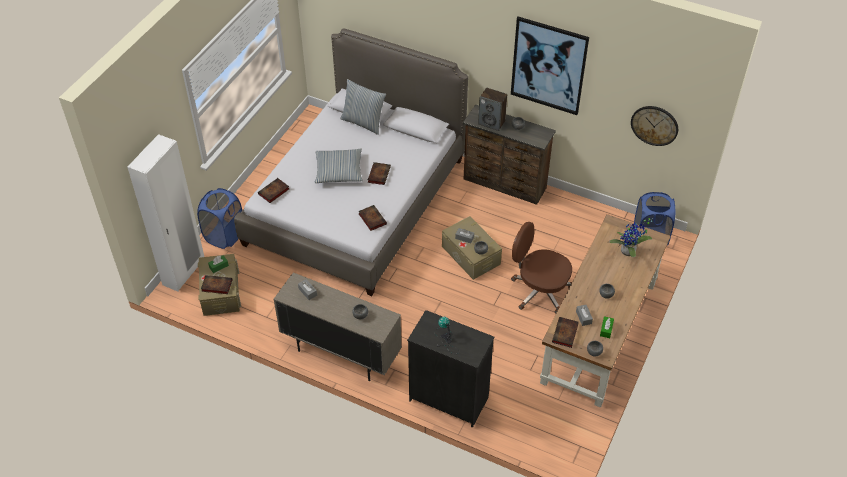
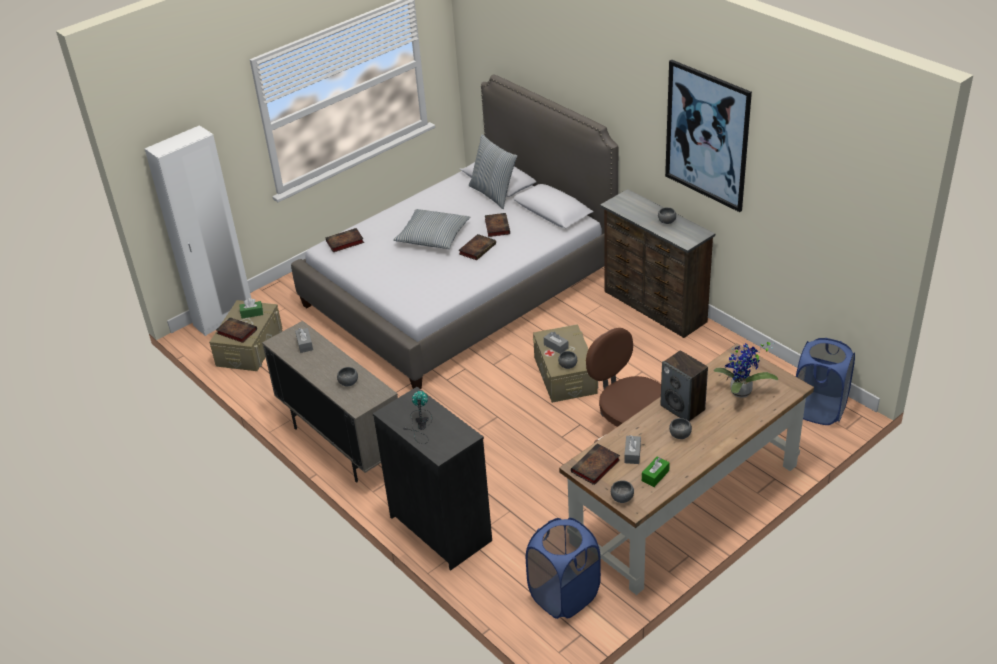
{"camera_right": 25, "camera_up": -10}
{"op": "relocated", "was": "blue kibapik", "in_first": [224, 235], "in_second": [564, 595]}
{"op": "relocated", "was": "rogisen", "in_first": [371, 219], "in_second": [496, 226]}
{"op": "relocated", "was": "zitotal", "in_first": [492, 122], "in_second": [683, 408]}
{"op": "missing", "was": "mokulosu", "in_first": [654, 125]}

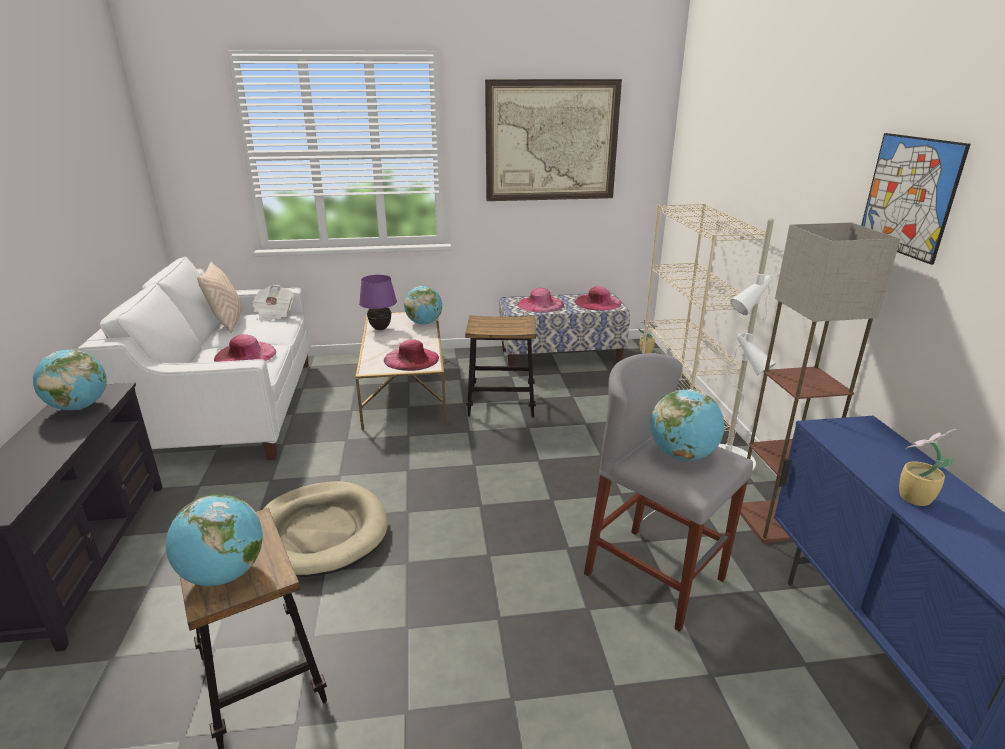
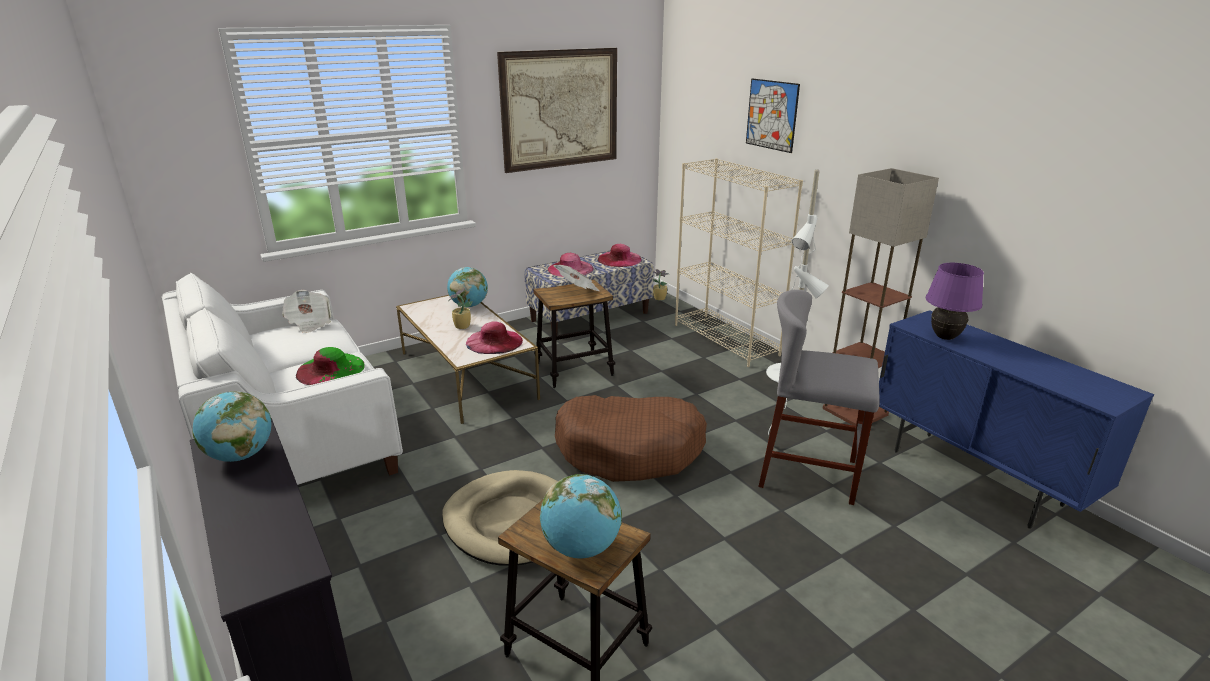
{"camera_right": -25, "camera_up": 0}
{"op": "missing", "was": "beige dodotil", "in_first": [228, 323]}
{"op": "colour", "was": "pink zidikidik", "now": "green zidikidik", "in_first": [245, 355], "in_second": [330, 370]}
{"op": "relocated", "was": "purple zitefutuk", "in_first": [380, 329], "in_second": [944, 337]}
{"op": "missing", "was": "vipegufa", "in_first": [682, 455]}
{"op": "relocated", "was": "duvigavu", "in_first": [909, 196], "in_second": [772, 115]}
{"op": "relocated", "was": "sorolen", "in_first": [913, 498], "in_second": [461, 326]}
{"op": "appeared", "now": "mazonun", "in_second": [577, 289]}
{"op": "appeared", "now": "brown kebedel", "in_second": [630, 450]}

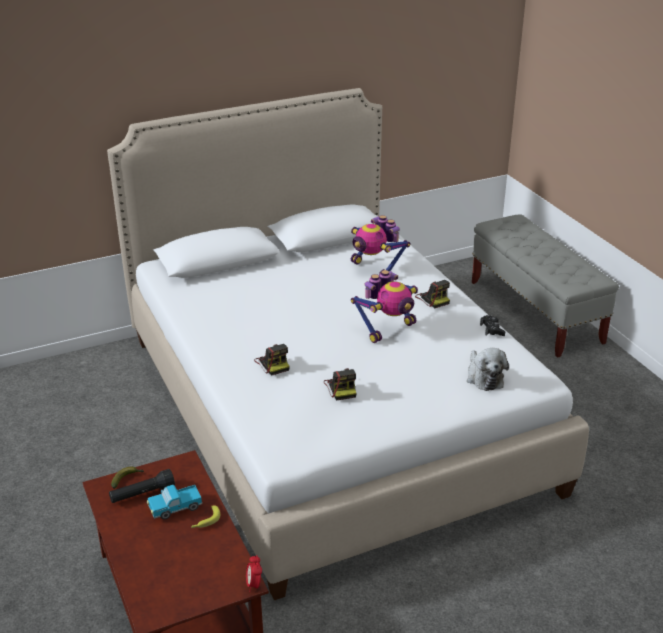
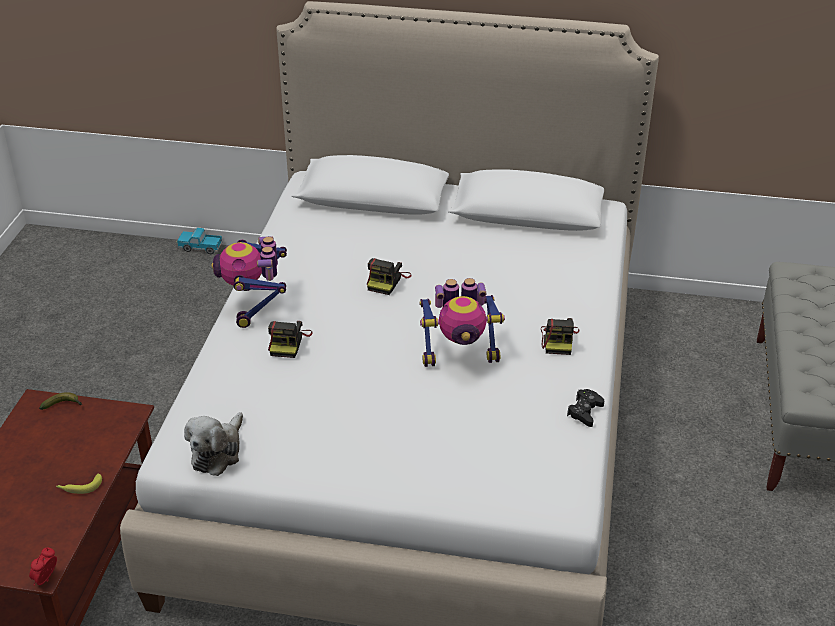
{"camera_right": 35, "camera_up": 5}
{"op": "missing", "was": "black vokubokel", "in_first": [142, 494]}
{"op": "relocated", "was": "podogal", "in_first": [175, 508], "in_second": [200, 248]}
{"op": "relocated", "was": "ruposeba", "in_first": [341, 388], "in_second": [387, 281]}
{"op": "relocated", "was": "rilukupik", "in_first": [375, 268], "in_second": [255, 306]}
{"op": "relocated", "was": "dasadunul", "in_first": [484, 377], "in_second": [218, 452]}

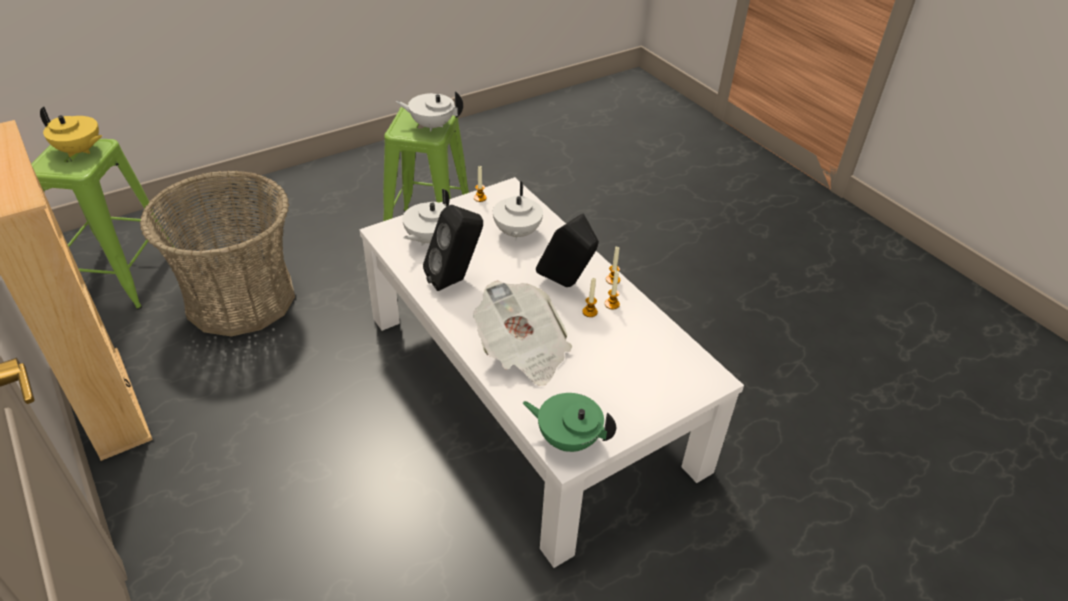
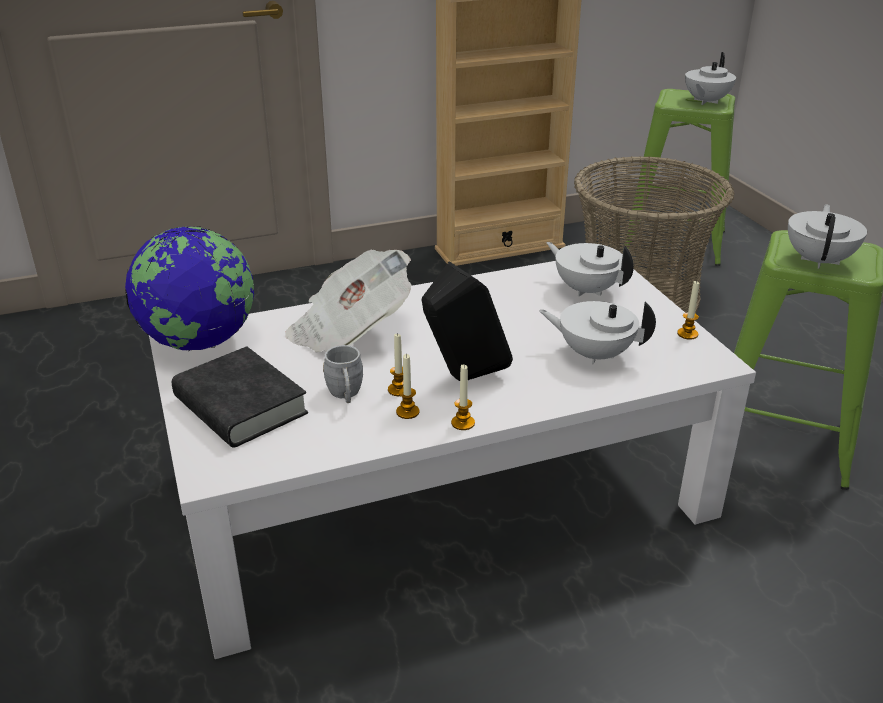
{"camera_right": 105, "camera_up": -10}
{"op": "colour", "was": "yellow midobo", "now": "white midobo", "in_first": [79, 151], "in_second": [705, 101]}
{"op": "missing", "was": "black zitotal", "in_first": [455, 280]}
{"op": "exchanged", "was": "green midobo", "now": "vipegufa", "in_first": [567, 438], "in_second": [200, 341]}
{"op": "appeared", "now": "black rogisen", "in_second": [240, 406]}
{"op": "appeared", "now": "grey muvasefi", "in_second": [345, 395]}

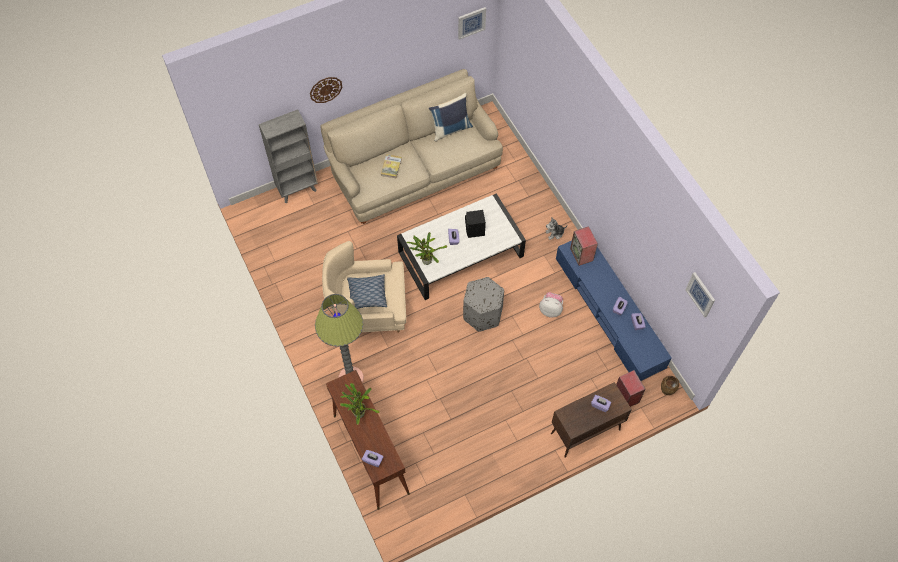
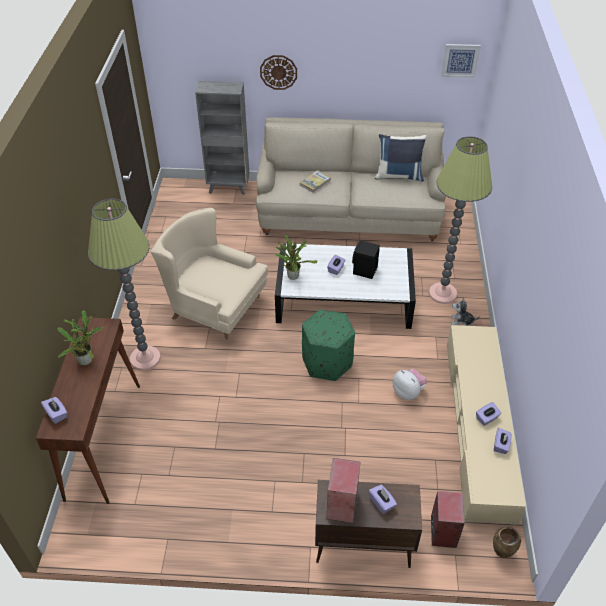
{"camera_right": 30, "camera_up": -15}
{"op": "missing", "was": "dodotil", "in_first": [367, 295]}
{"op": "colour", "was": "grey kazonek", "now": "green kazonek", "in_first": [482, 314], "in_second": [326, 362]}
{"op": "colour", "was": "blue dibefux", "now": "beige dibefux", "in_first": [609, 312], "in_second": [478, 427]}
{"op": "relocated", "was": "zitotal", "in_first": [582, 255], "in_second": [342, 505]}
{"op": "missing", "was": "duvigavu", "in_first": [701, 294]}
{"op": "appeared", "now": "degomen", "in_second": [442, 294]}

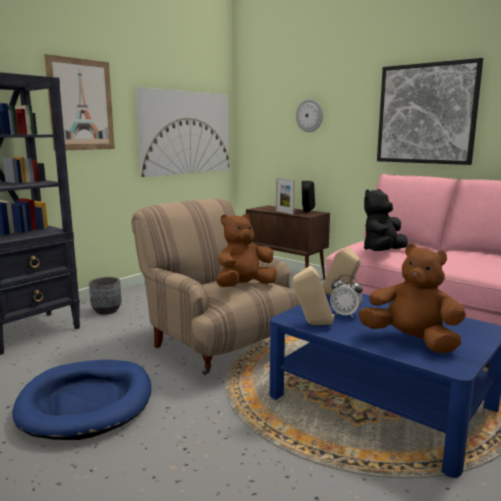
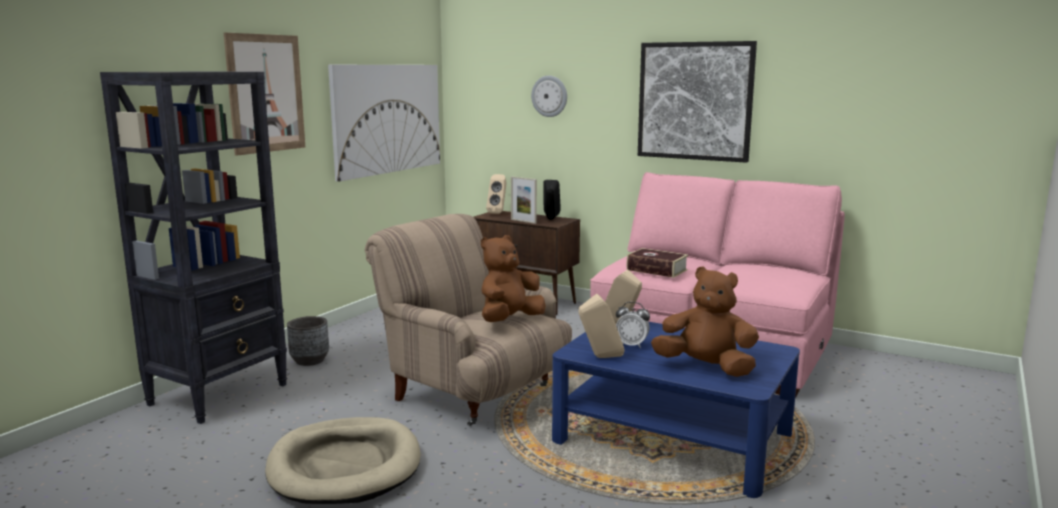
{"camera_right": -10, "camera_up": 0}
{"op": "colour", "was": "blue kebedel", "now": "beige kebedel", "in_first": [86, 402], "in_second": [345, 466]}
{"op": "exchanged", "was": "black dasadunul", "now": "rogisen", "in_first": [382, 252], "in_second": [656, 270]}
{"op": "appeared", "now": "beige zitotal", "in_second": [498, 213]}

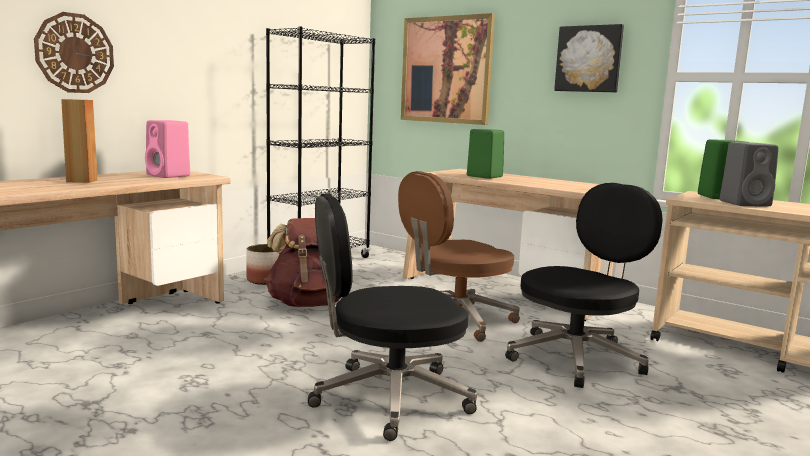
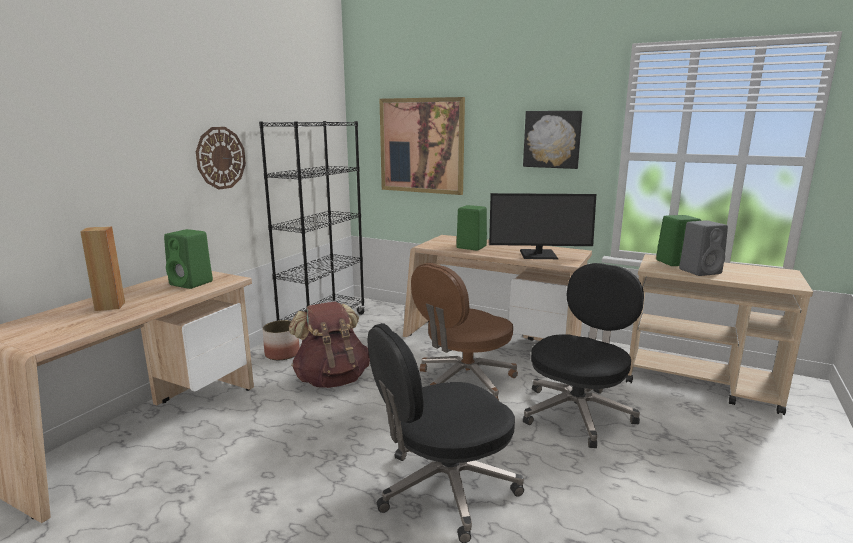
{"camera_right": -10, "camera_up": 5}
{"op": "relocated", "was": "mokulosu", "in_first": [75, 53], "in_second": [220, 158]}
{"op": "colour", "was": "pink zitotal", "now": "green zitotal", "in_first": [169, 175], "in_second": [192, 283]}
{"op": "appeared", "now": "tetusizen", "in_second": [538, 255]}

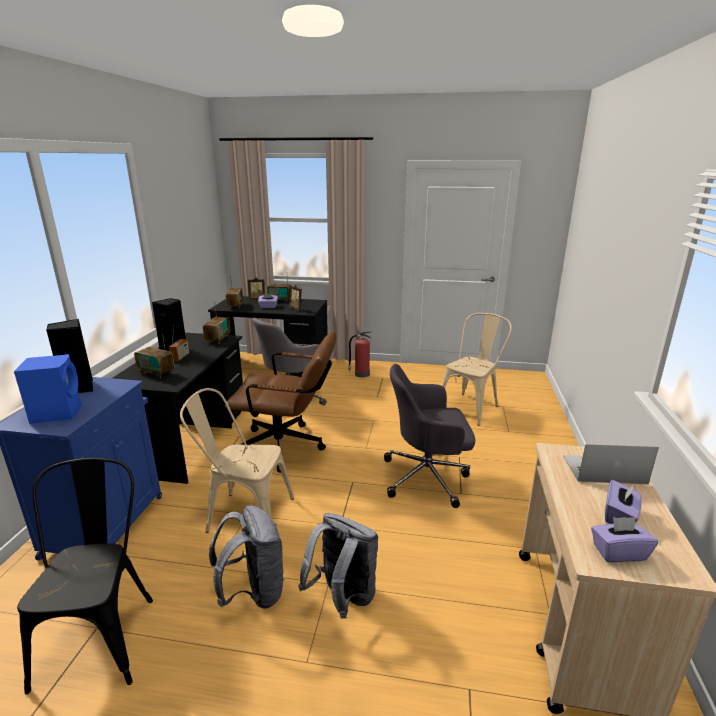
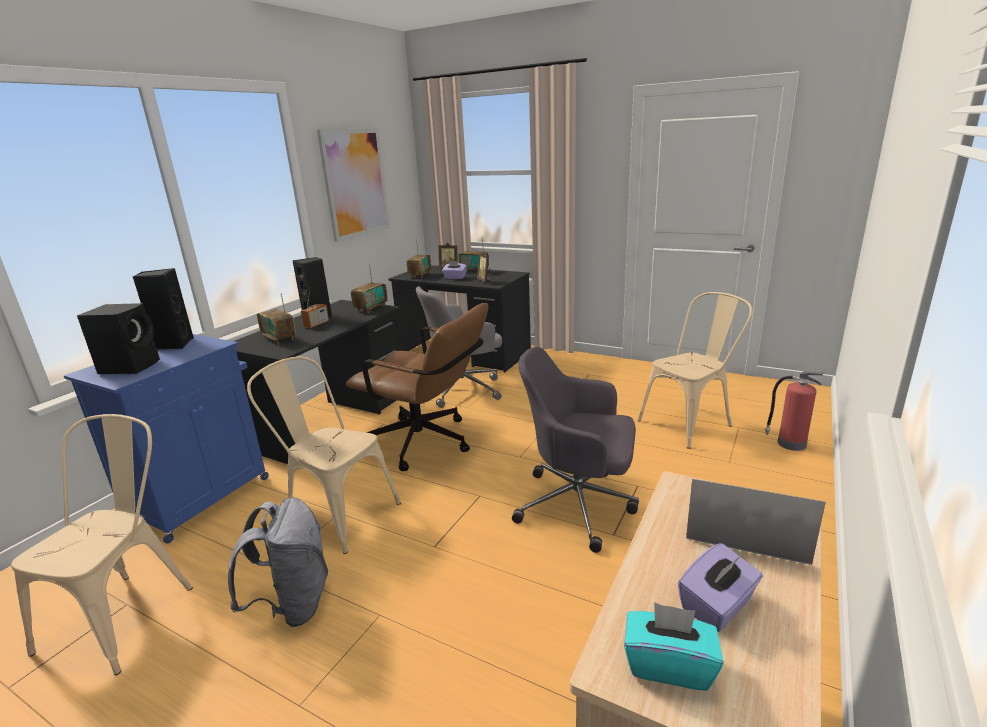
{"camera_right": 20, "camera_up": 0}
{"op": "colour", "was": "blue zitotal", "now": "black zitotal", "in_first": [57, 413], "in_second": [131, 366]}
{"op": "colour", "was": "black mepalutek", "now": "beige mepalutek", "in_first": [102, 633], "in_second": [128, 611]}
{"op": "missing", "was": "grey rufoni", "in_first": [343, 598]}
{"op": "relocated", "was": "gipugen", "in_first": [361, 374], "in_second": [789, 443]}
{"op": "colour", "was": "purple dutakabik", "now": "turquoise dutakabik", "in_first": [618, 552], "in_second": [669, 665]}
{"op": "appeared", "now": "duvigavu", "in_second": [355, 183]}

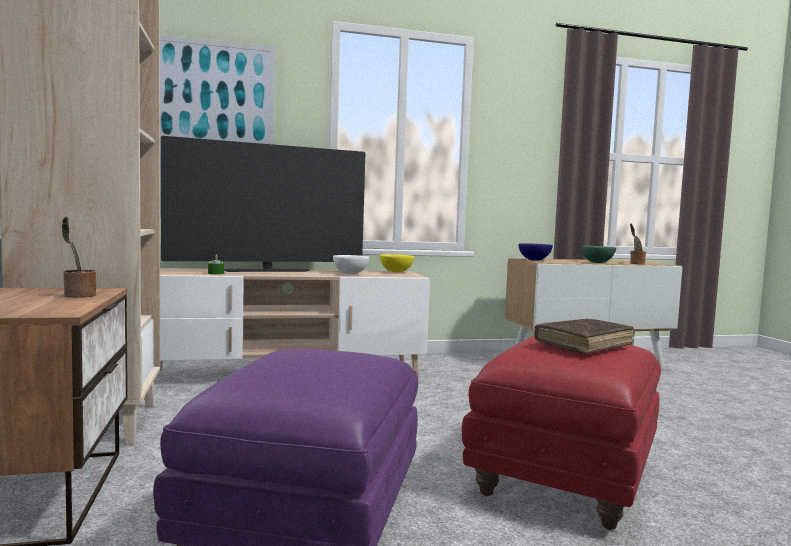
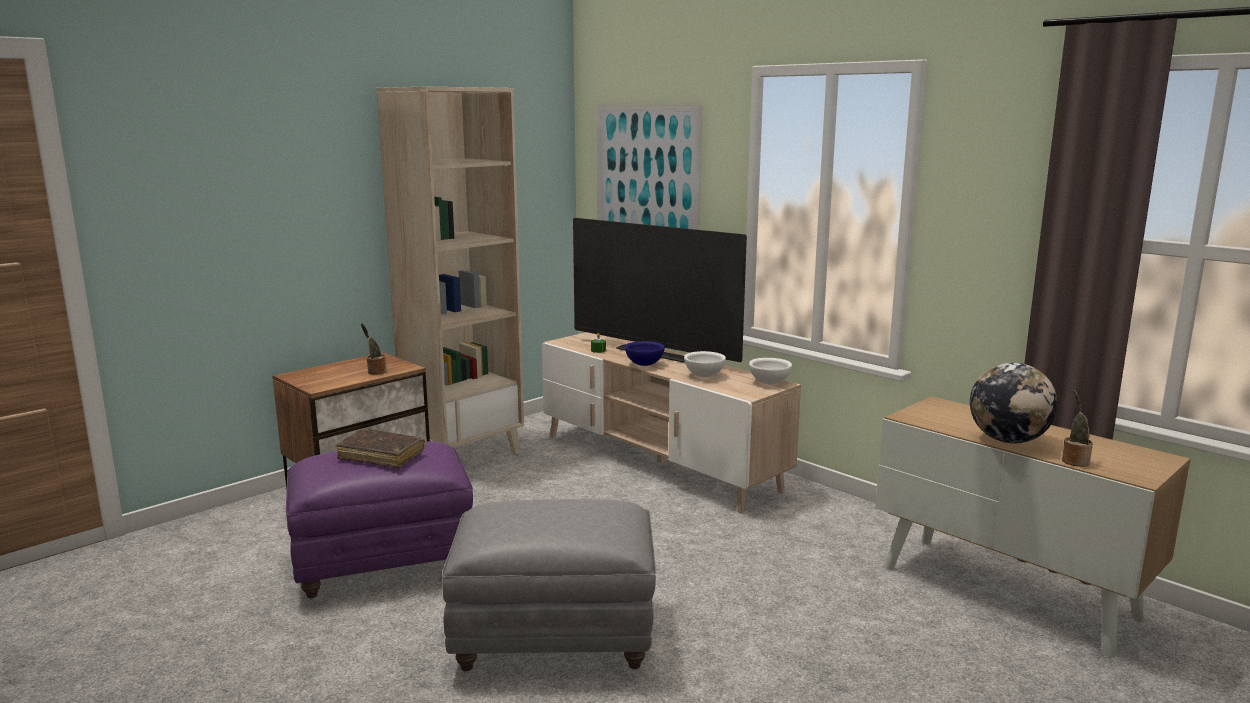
{"camera_right": 60, "camera_up": 10}
{"op": "colour", "was": "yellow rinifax", "now": "white rinifax", "in_first": [396, 272], "in_second": [770, 382]}
{"op": "colour", "was": "red kazonek", "now": "grey kazonek", "in_first": [564, 475], "in_second": [556, 636]}
{"op": "relocated", "was": "blue rinifax", "in_first": [534, 260], "in_second": [644, 364]}
{"op": "relocated", "was": "brown rogisen", "in_first": [583, 345], "in_second": [381, 456]}
{"op": "exchanged", "was": "green rinifax", "now": "vipegufa", "in_first": [597, 262], "in_second": [1008, 440]}

